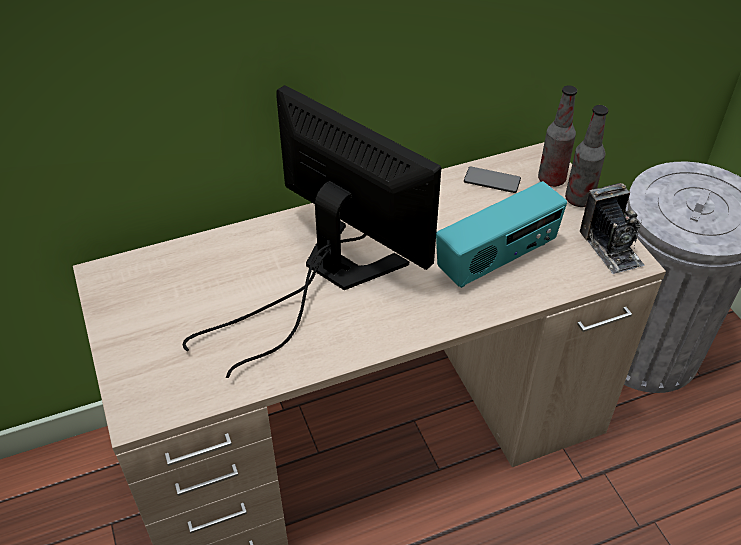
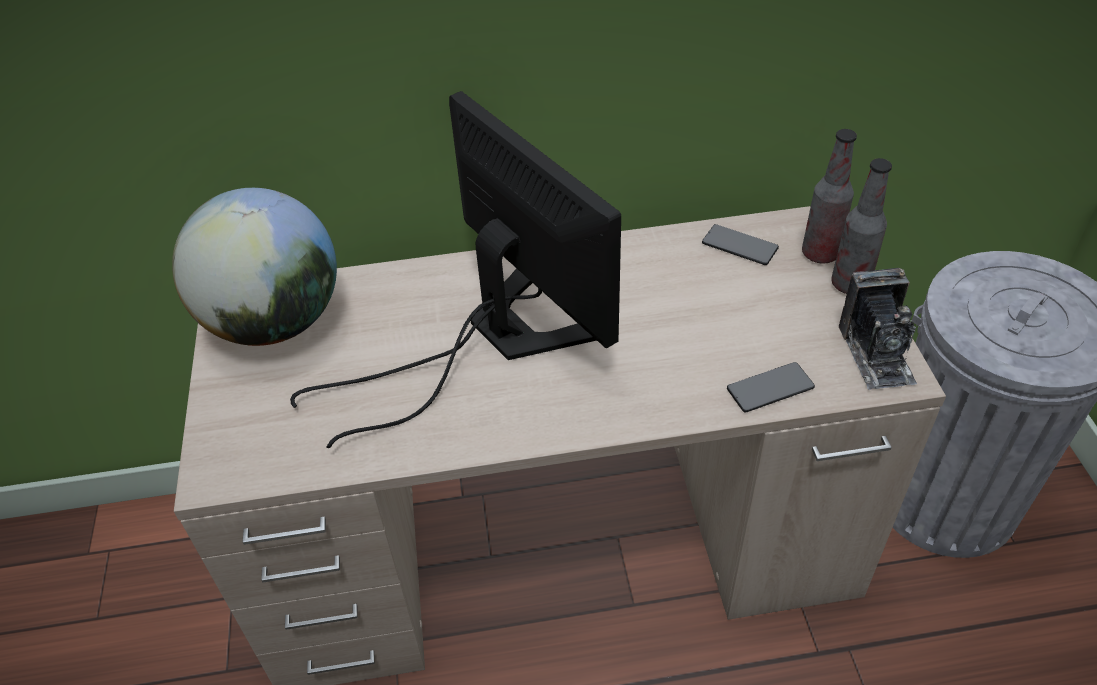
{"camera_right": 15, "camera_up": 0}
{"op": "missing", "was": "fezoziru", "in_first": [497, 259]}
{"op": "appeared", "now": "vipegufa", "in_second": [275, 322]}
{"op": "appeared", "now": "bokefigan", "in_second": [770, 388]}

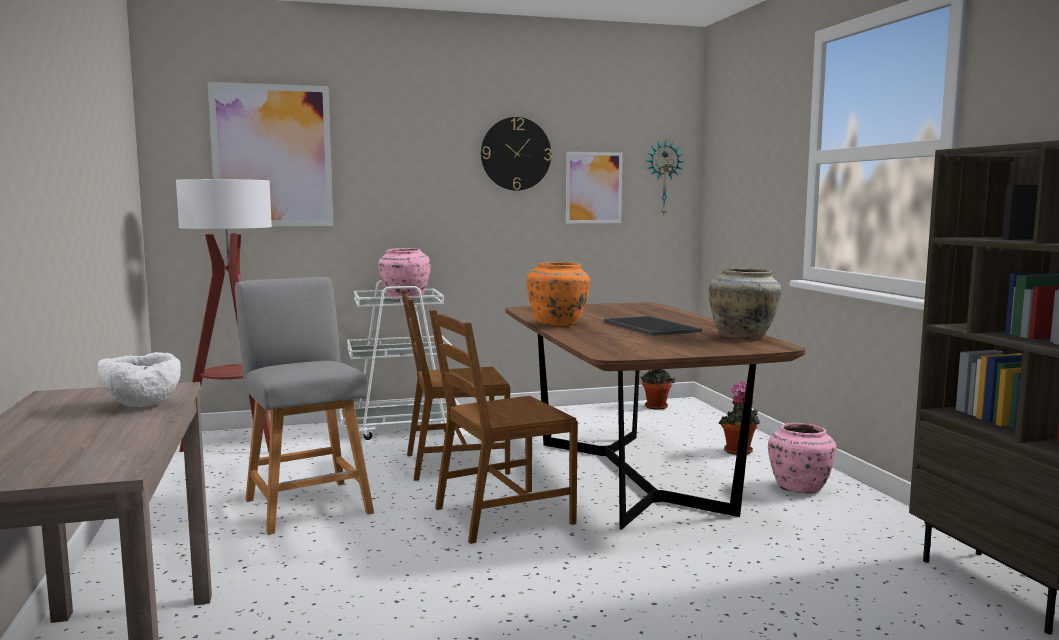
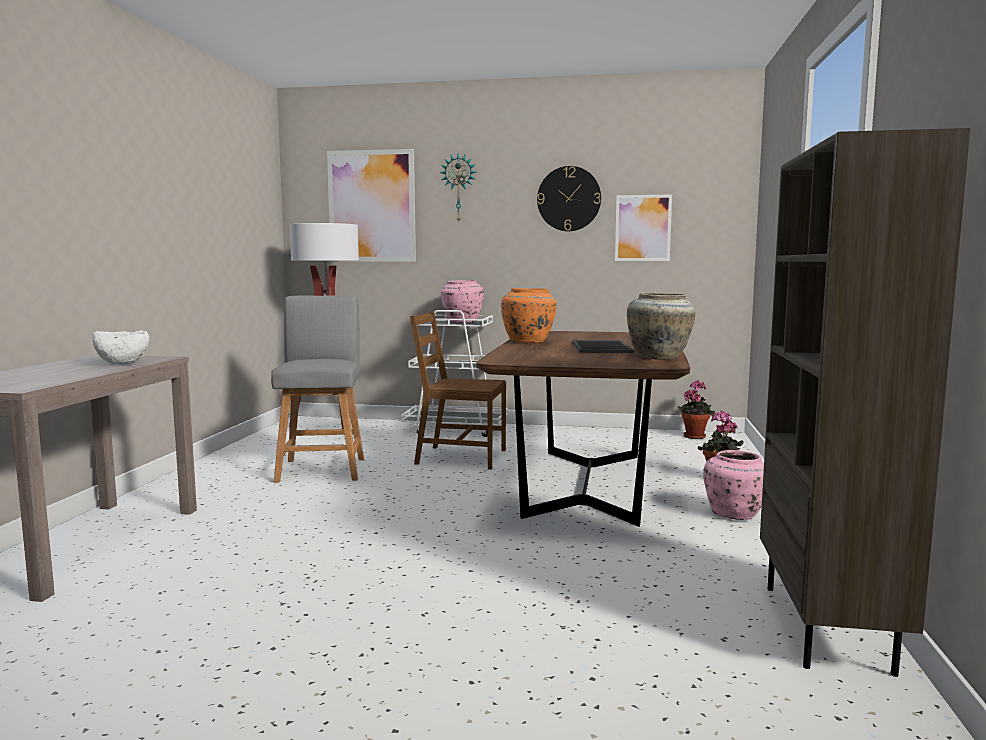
{"camera_right": 25, "camera_up": 0}
{"op": "missing", "was": "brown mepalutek", "in_first": [502, 515]}
{"op": "relocated", "was": "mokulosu", "in_first": [663, 178], "in_second": [459, 188]}

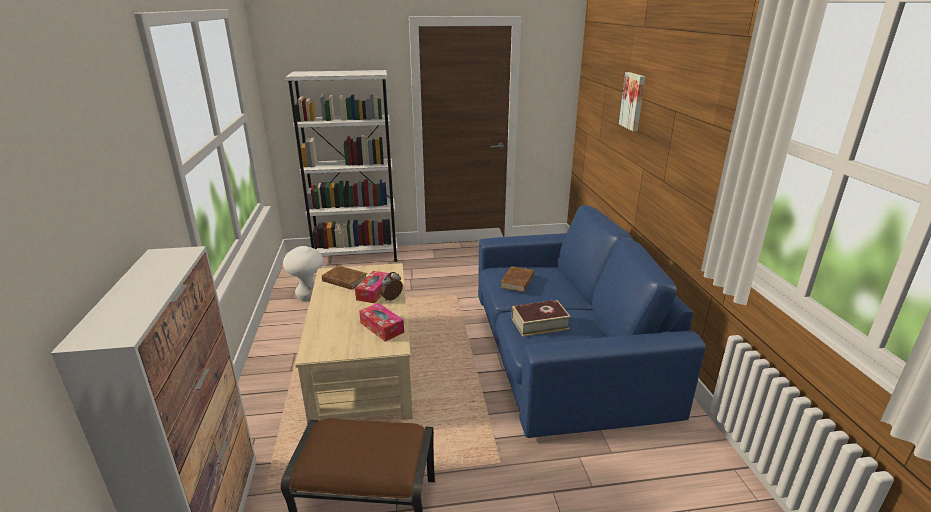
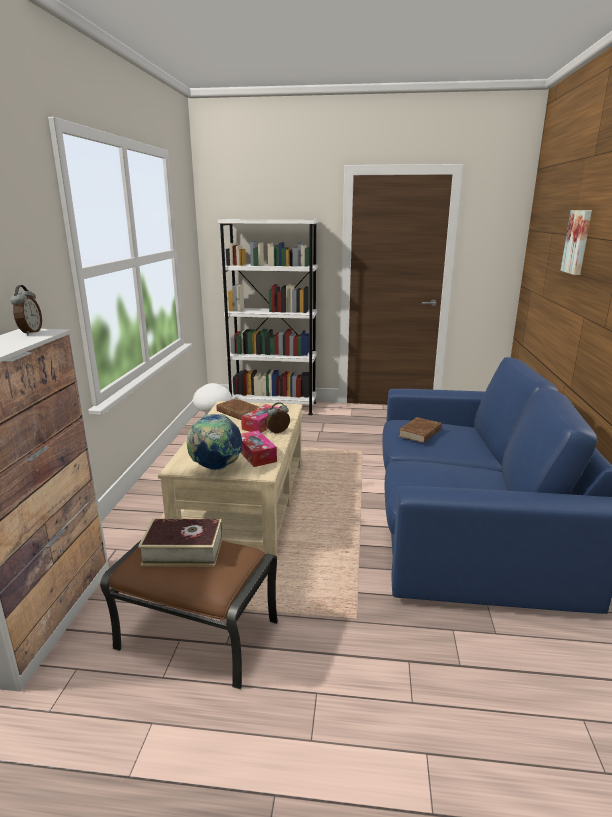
{"camera_right": 15, "camera_up": -5}
{"op": "relocated", "was": "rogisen", "in_first": [539, 324], "in_second": [183, 551]}
{"op": "appeared", "now": "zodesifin", "in_second": [30, 333]}
{"op": "appeared", "now": "vipegufa", "in_second": [216, 468]}

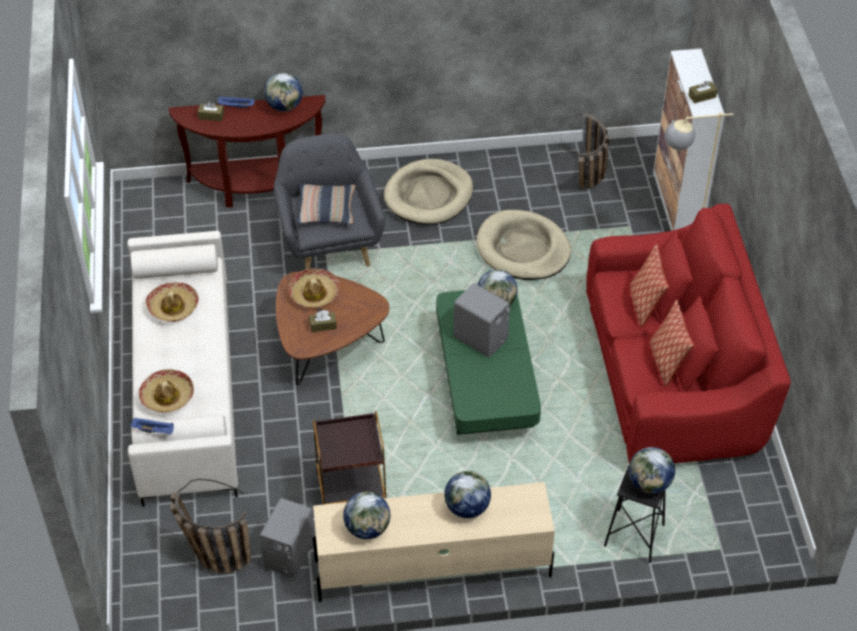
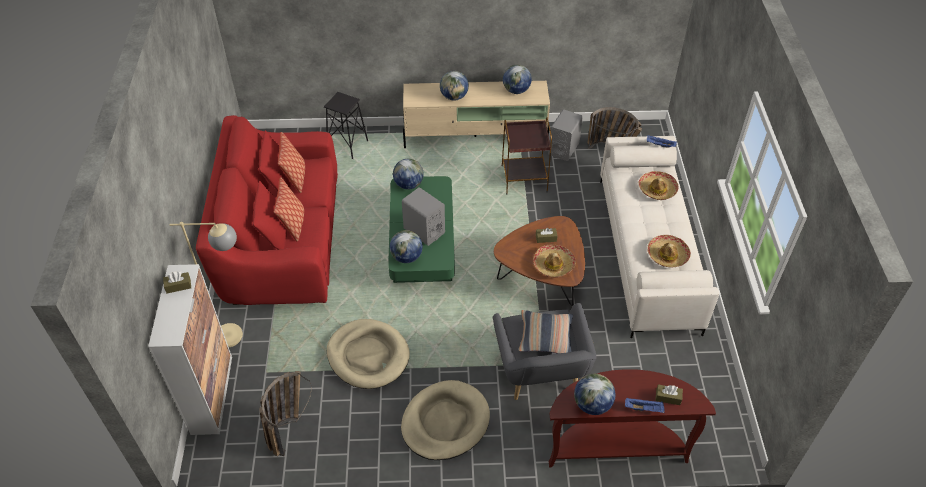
{"camera_right": -175, "camera_up": 0}
{"op": "relocated", "was": "vipegufa", "in_first": [649, 483], "in_second": [408, 184]}

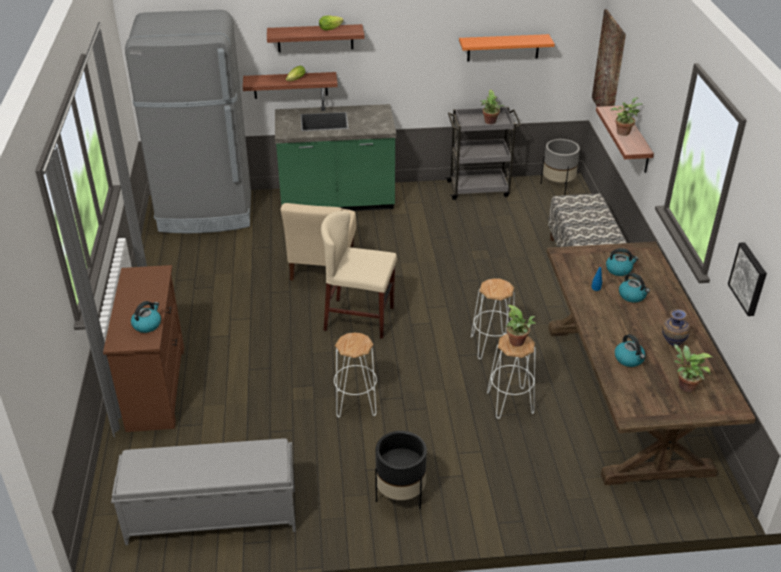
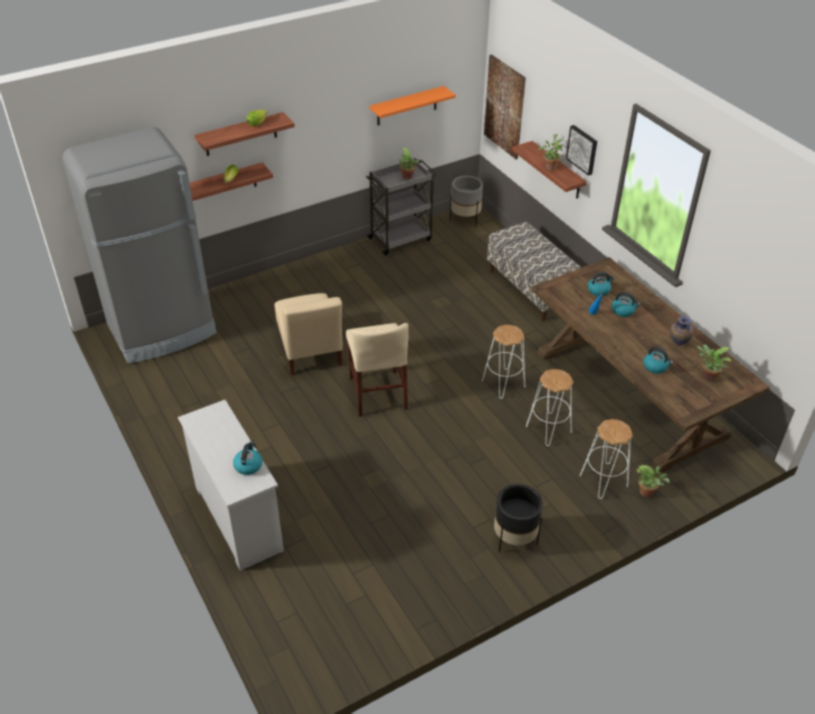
{"camera_right": -25, "camera_up": 5}
{"op": "colour", "was": "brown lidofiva", "now": "white lidofiva", "in_first": [156, 387], "in_second": [238, 518]}
{"op": "missing", "was": "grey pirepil", "in_first": [211, 516]}
{"op": "missing", "was": "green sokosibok", "in_first": [337, 202]}
{"op": "spun", "was": "beige mepalutek", "in_first": [359, 318], "in_second": [377, 393], "clockwise": -90}
{"op": "relocated", "was": "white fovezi", "in_first": [356, 403], "in_second": [603, 480]}
{"op": "relocated", "was": "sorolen", "in_first": [518, 343], "in_second": [648, 492]}
{"op": "relocated", "was": "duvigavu", "in_first": [749, 278], "in_second": [583, 149]}

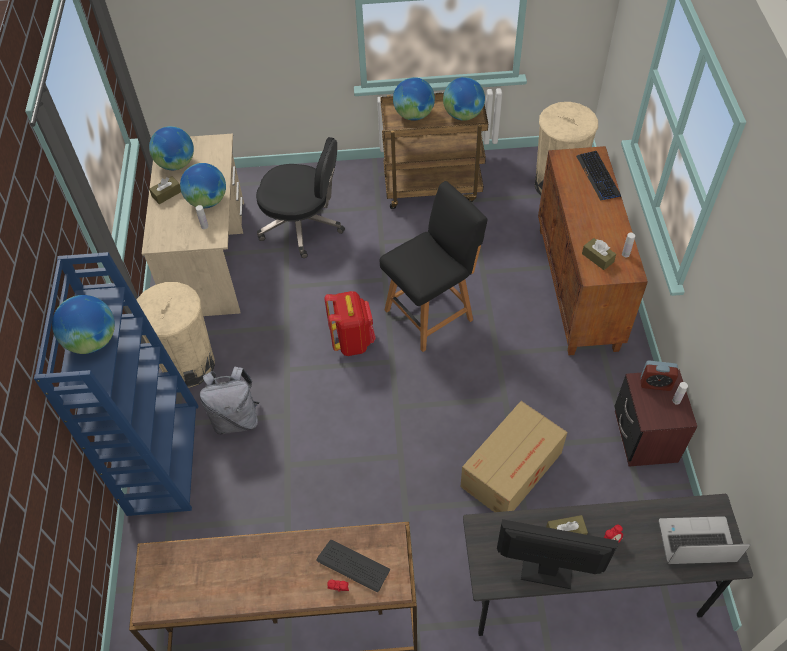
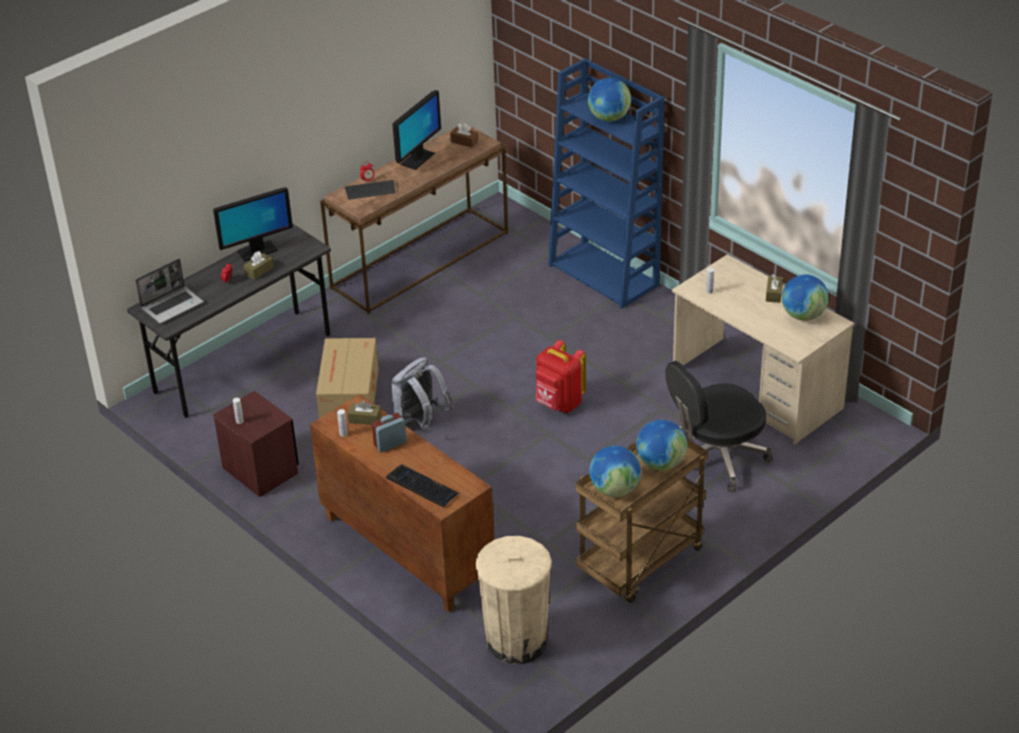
{"camera_right": 140, "camera_up": -15}
{"op": "missing", "was": "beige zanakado", "in_first": [188, 365]}
{"op": "missing", "was": "vipegufa", "in_first": [207, 201]}
{"op": "relocated", "was": "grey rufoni", "in_first": [236, 419], "in_second": [420, 424]}
{"op": "missing", "was": "black mepalutek", "in_first": [431, 313]}
{"op": "relocated", "was": "zodesifin", "in_first": [655, 383], "in_second": [390, 444]}
{"op": "appeared", "now": "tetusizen", "in_second": [417, 159]}
{"op": "appeared", "now": "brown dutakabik", "in_second": [464, 141]}

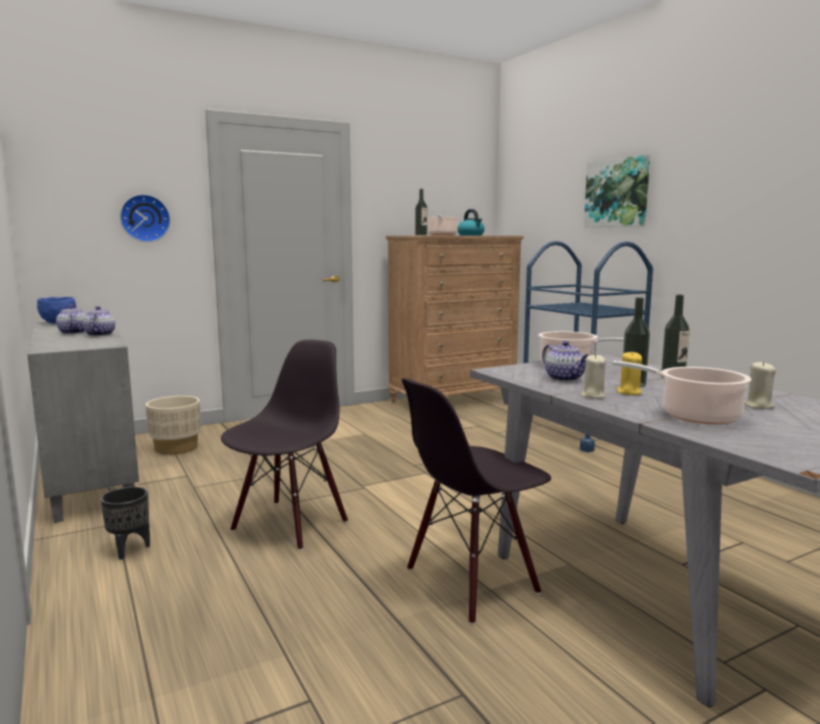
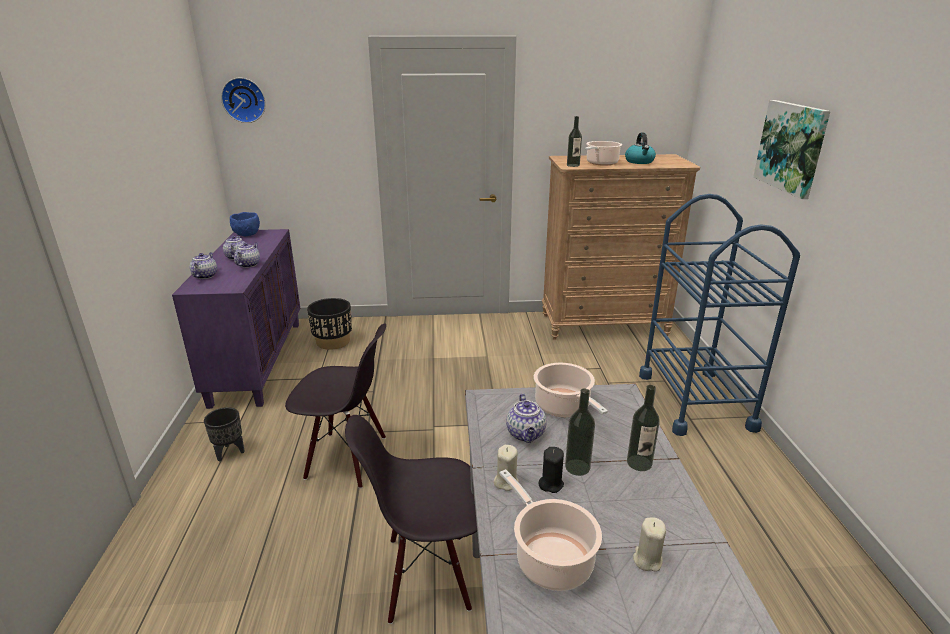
{"camera_right": 25, "camera_up": 15}
{"op": "colour", "was": "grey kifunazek", "now": "purple kifunazek", "in_first": [88, 475], "in_second": [257, 361]}
{"op": "relocated", "was": "mokulosu", "in_first": [145, 218], "in_second": [244, 100]}
{"op": "colour", "was": "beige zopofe", "now": "black zopofe", "in_first": [176, 448], "in_second": [333, 341]}
{"op": "spun", "was": "black mepalutek", "in_first": [289, 525], "in_second": [346, 458], "clockwise": 45}
{"op": "colour", "was": "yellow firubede", "now": "black firubede", "in_first": [628, 392], "in_second": [550, 484]}
{"op": "appeared", "now": "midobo", "in_second": [205, 276]}

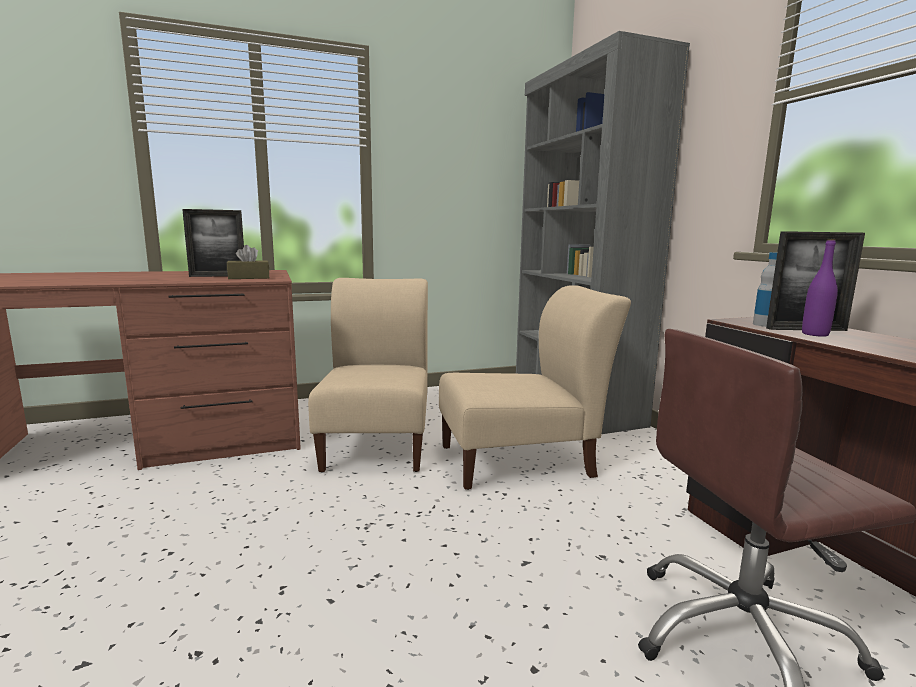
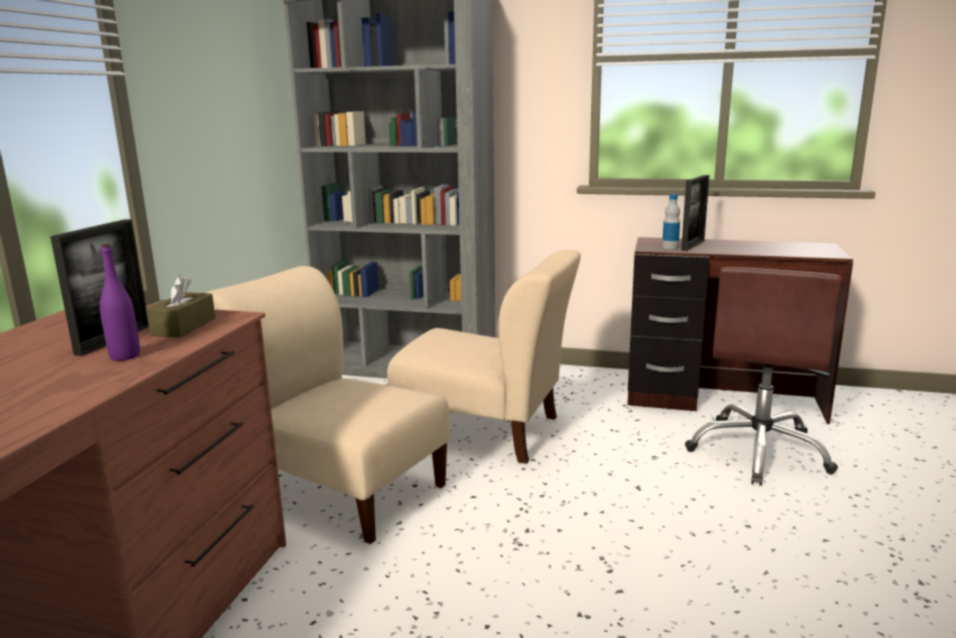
{"camera_right": -55, "camera_up": 5}
{"op": "spun", "was": "beige mepalutek", "in_first": [522, 461], "in_second": [485, 431], "clockwise": 90}
{"op": "relocated", "was": "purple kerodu", "in_first": [815, 334], "in_second": [125, 356]}

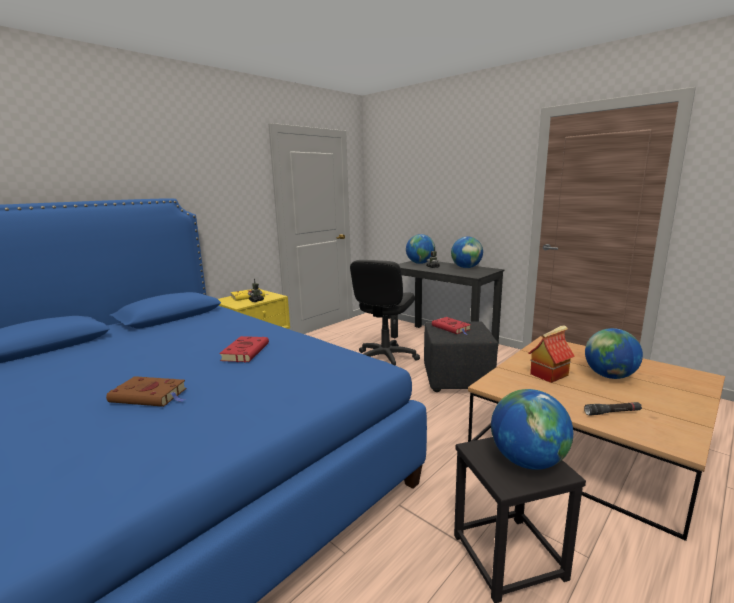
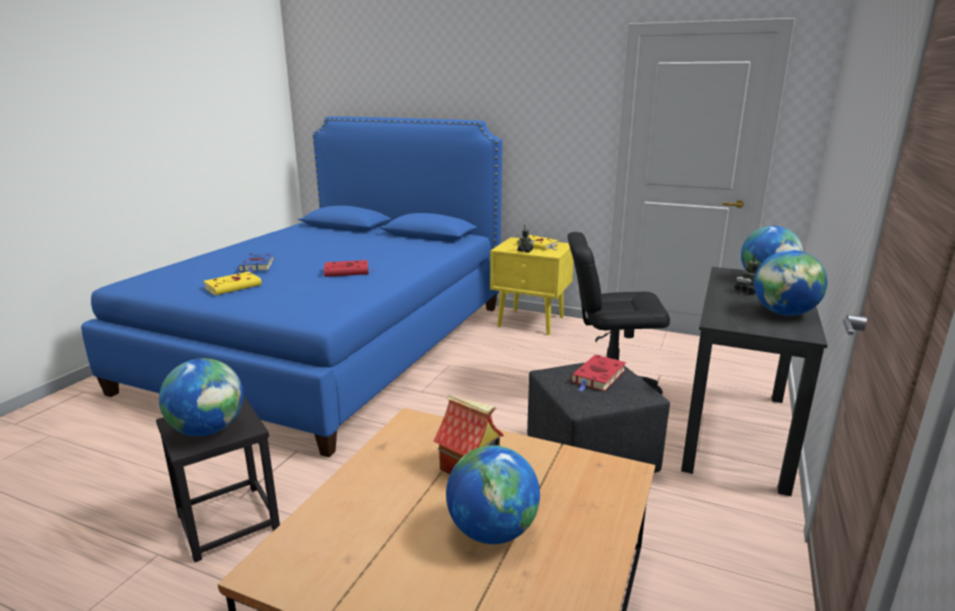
{"camera_right": 70, "camera_up": 5}
{"op": "colour", "was": "brown rogisen", "now": "blue rogisen", "in_first": [150, 396], "in_second": [257, 266]}
{"op": "missing", "was": "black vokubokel", "in_first": [612, 412]}
{"op": "appeared", "now": "yellow rogisen", "in_second": [234, 286]}

